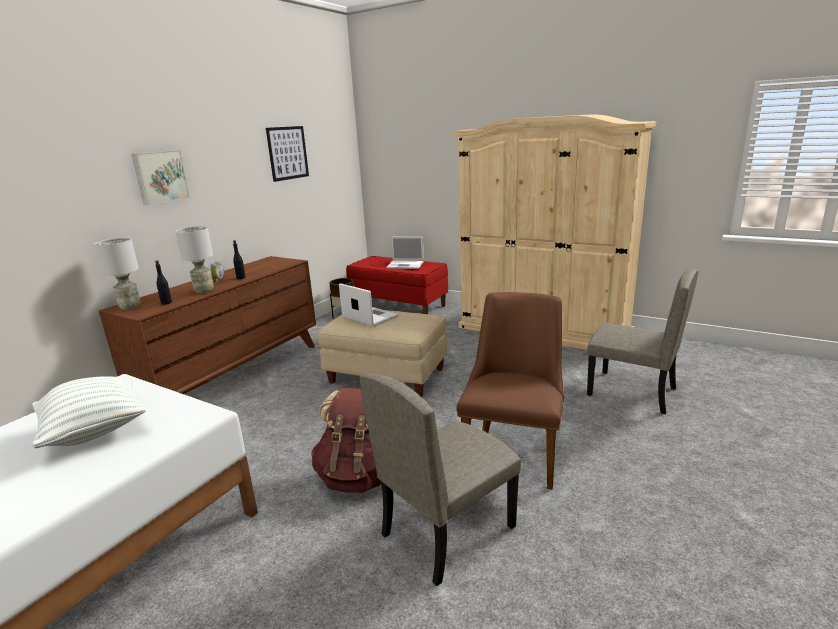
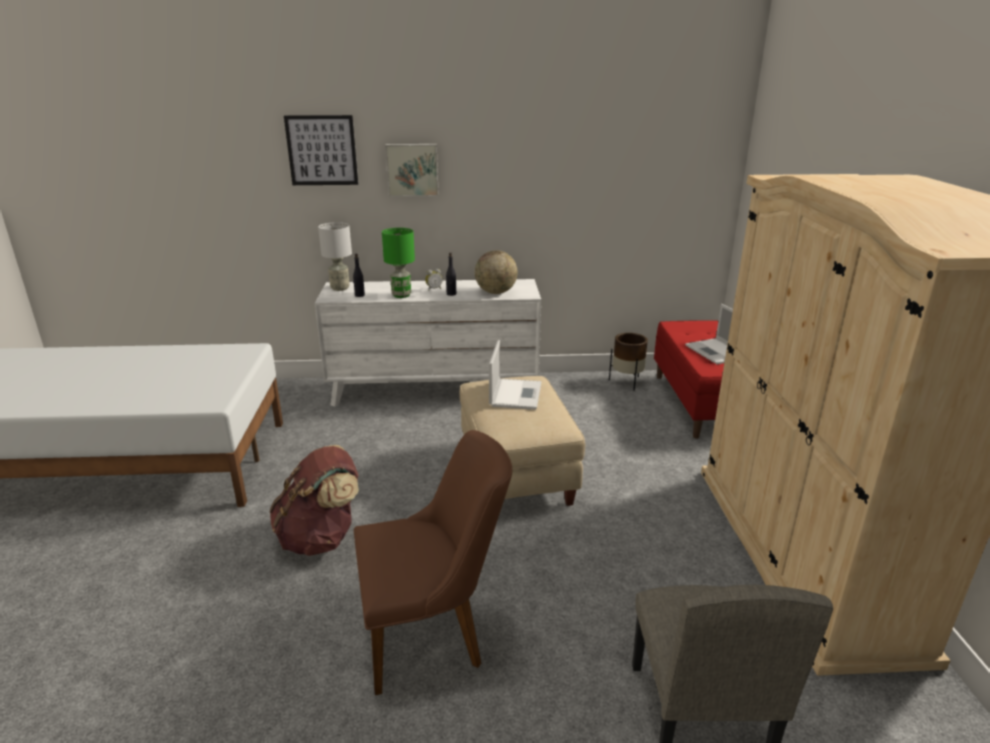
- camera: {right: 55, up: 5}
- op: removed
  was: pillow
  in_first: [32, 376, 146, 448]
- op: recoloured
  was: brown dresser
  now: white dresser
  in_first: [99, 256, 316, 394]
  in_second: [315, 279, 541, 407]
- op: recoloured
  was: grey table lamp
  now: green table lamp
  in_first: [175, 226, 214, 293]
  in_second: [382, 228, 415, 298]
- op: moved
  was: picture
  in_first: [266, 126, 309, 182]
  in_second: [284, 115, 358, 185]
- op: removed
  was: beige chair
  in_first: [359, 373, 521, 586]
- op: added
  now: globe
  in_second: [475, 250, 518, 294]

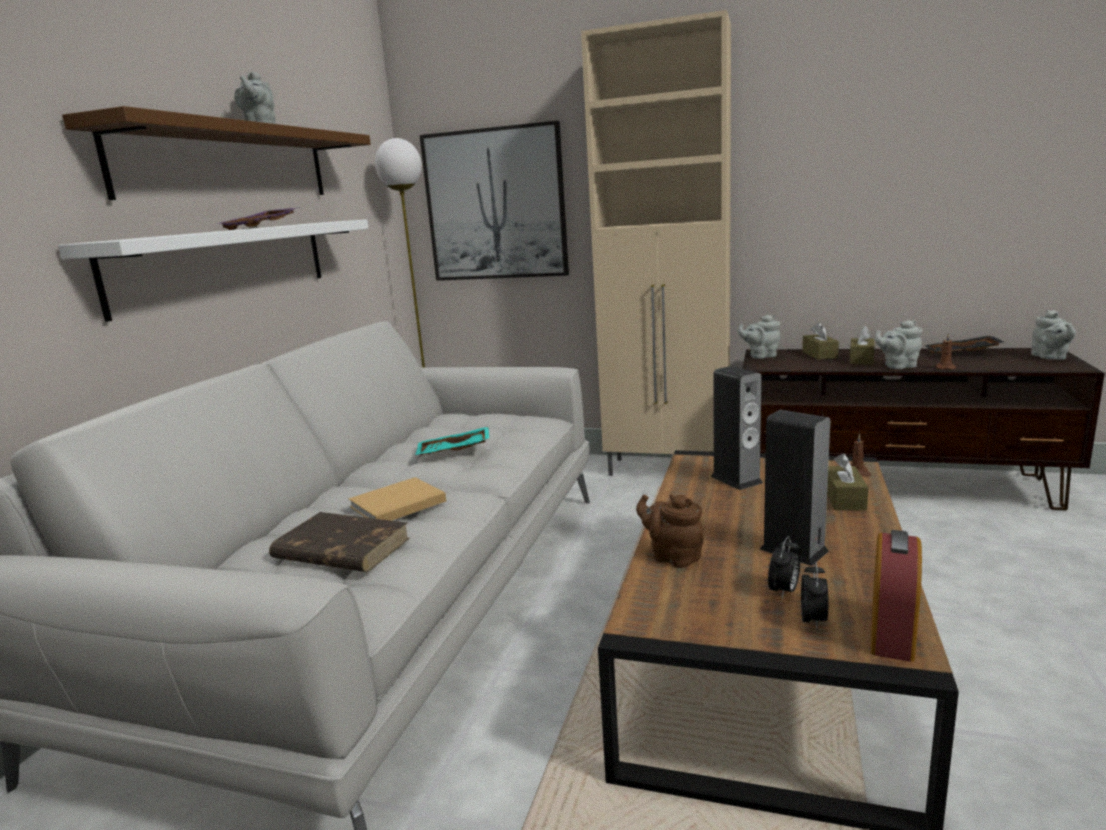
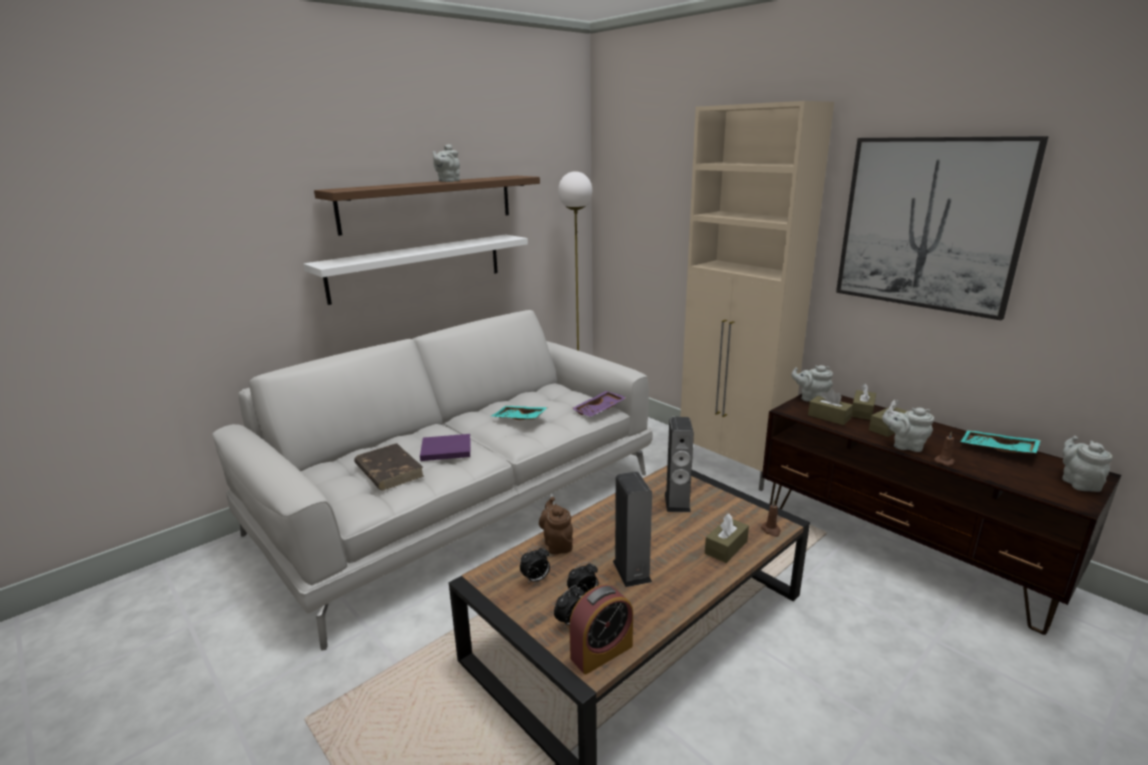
- camera: {right: 30, up: 5}
- op: moved
  was: purple tray
  in_first: [217, 207, 300, 230]
  in_second: [571, 391, 626, 417]
- op: recoloured
  was: beige book
  now: purple book
  in_first: [348, 477, 446, 521]
  in_second: [420, 434, 471, 461]
- op: moved
  was: picture
  in_first: [420, 121, 569, 281]
  in_second: [836, 136, 1049, 320]
- op: recoloured
  was: black tray
  now: turquoise tray
  in_first: [924, 335, 1004, 353]
  in_second: [960, 430, 1041, 454]
- op: turned
  was: grey teapot
  in_first: [1031, 310, 1076, 360]
  in_second: [1062, 436, 1112, 492]
  clockwise: 150
- op: added
  now: alarm clock
  in_second: [520, 546, 550, 583]
- op: added
  now: brown tissue box
  in_second: [808, 389, 853, 425]

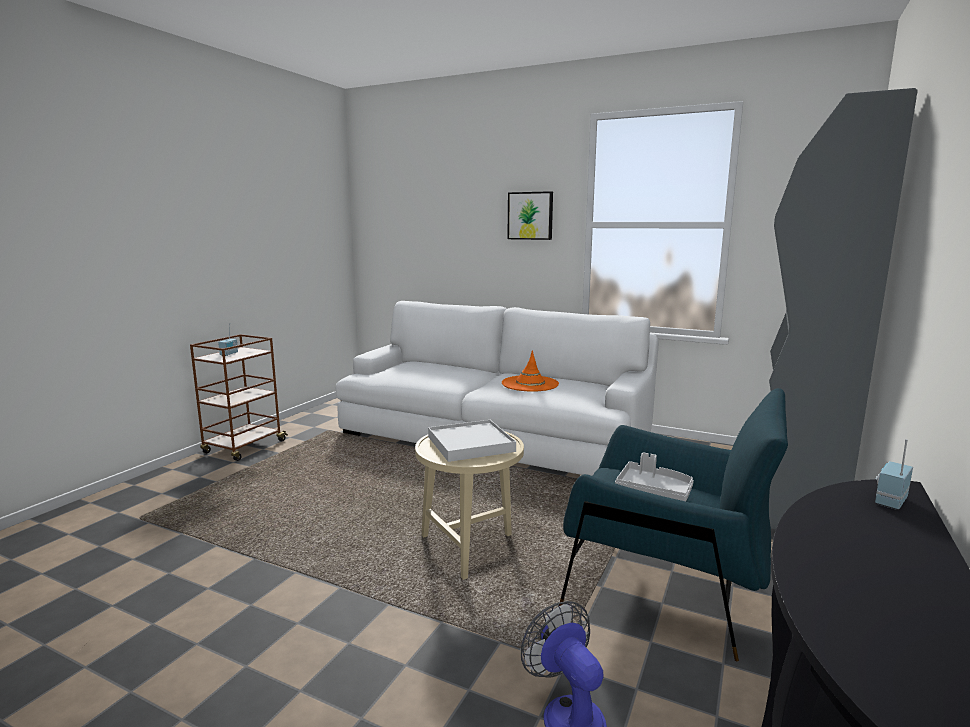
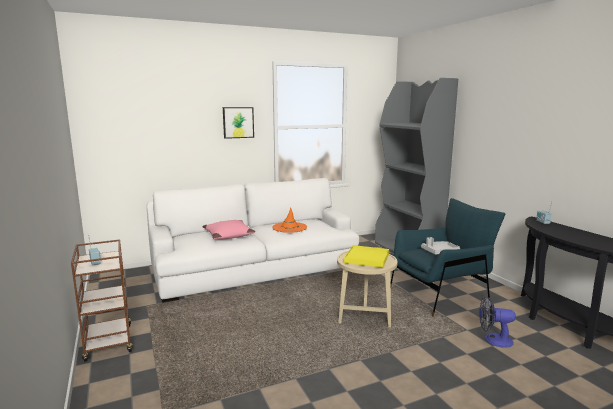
- camera: {right: -50, up: 0}
- op: recoloured
  was: white tray
  now: yellow tray
  in_first: [428, 420, 516, 462]
  in_second: [344, 245, 389, 268]
- op: added
  now: pink pillow
  in_second: [202, 220, 255, 239]

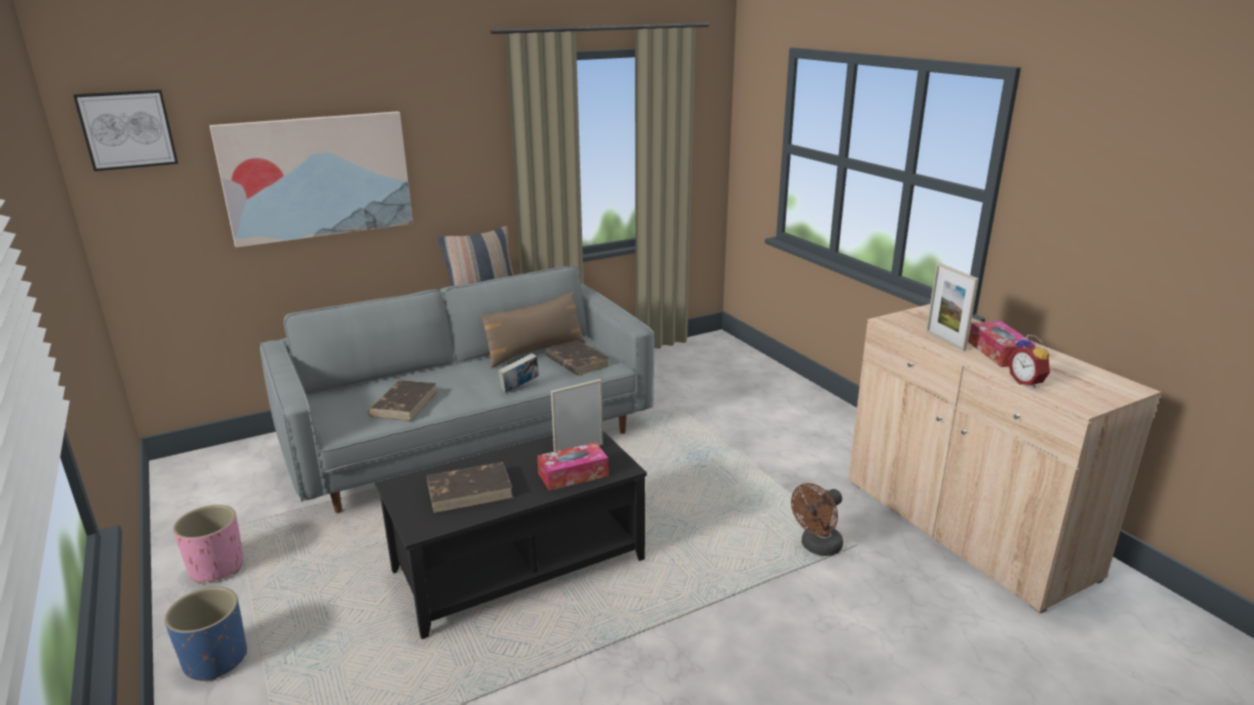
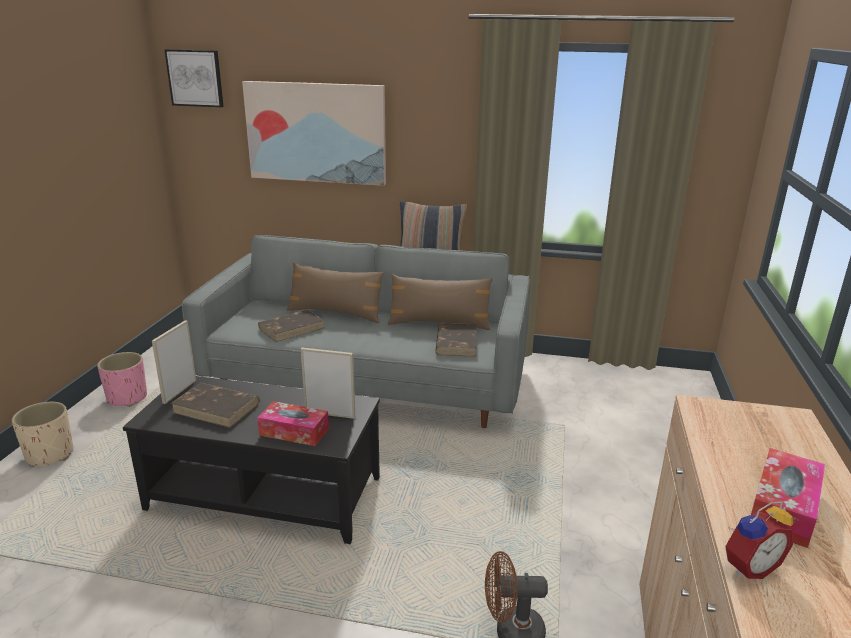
- camera: {right: 40, up: 0}
- op: recoloured
  was: blue planter
  now: beige planter
  in_first: [164, 587, 247, 681]
  in_second: [12, 402, 73, 467]
- op: removed
  was: book
  in_first: [498, 353, 539, 393]
- op: moved
  was: picture frame
  in_first: [926, 263, 979, 351]
  in_second: [152, 320, 196, 404]
- op: turned
  was: alarm clock
  in_first: [1008, 335, 1050, 388]
  in_second: [725, 501, 793, 579]
  clockwise: -135
- op: added
  now: brown pillow
  in_second: [287, 262, 384, 323]

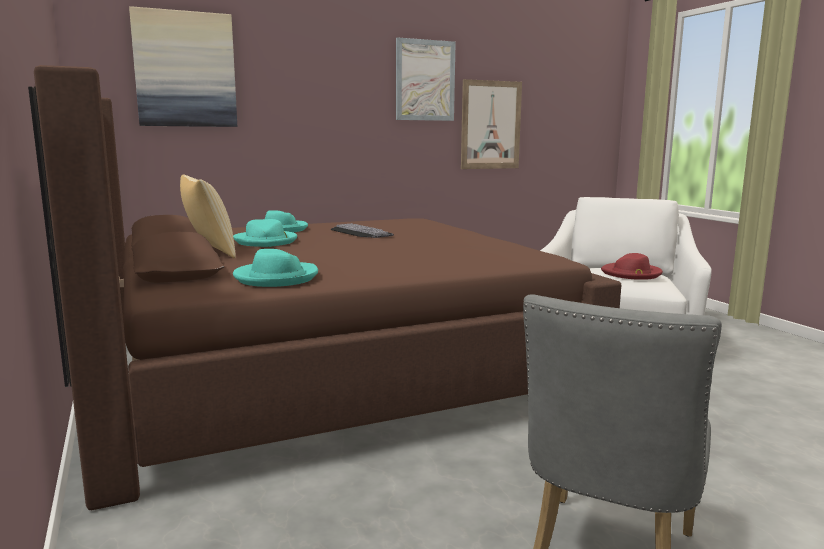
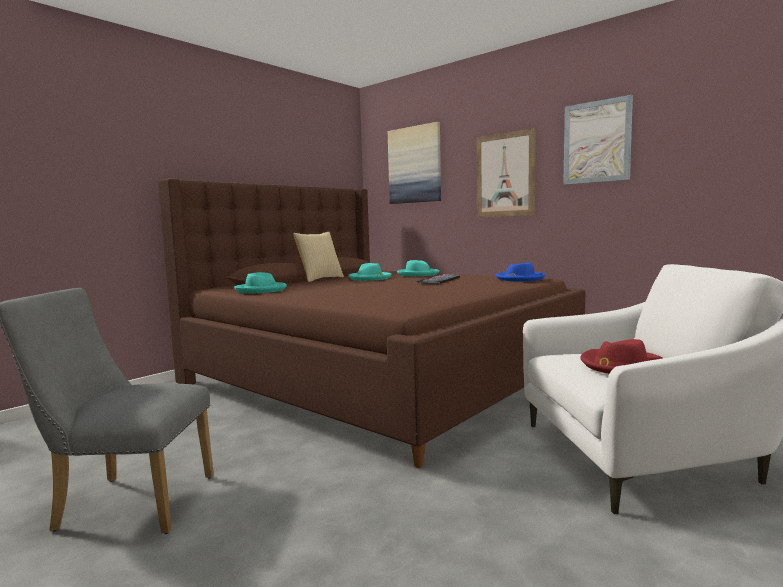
- camera: {right: 65, up: -5}
- op: moved
  was: picture
  in_first: [461, 79, 522, 169]
  in_second: [476, 128, 535, 218]
- op: added
  now: blue hat
  in_second: [496, 262, 545, 281]

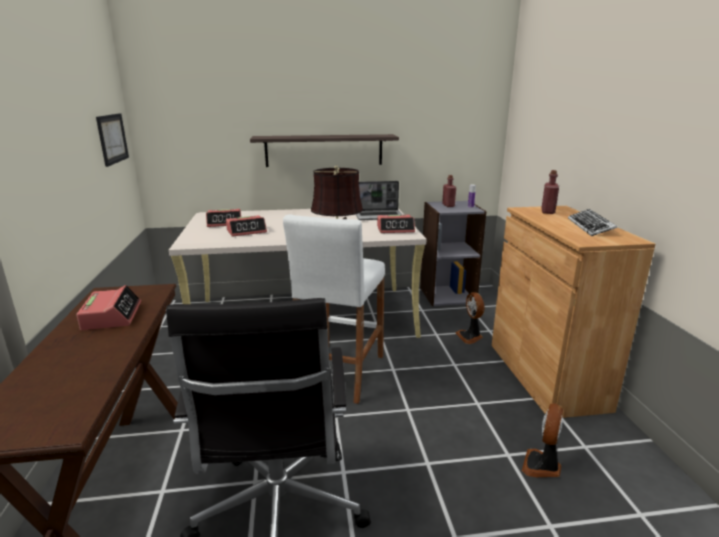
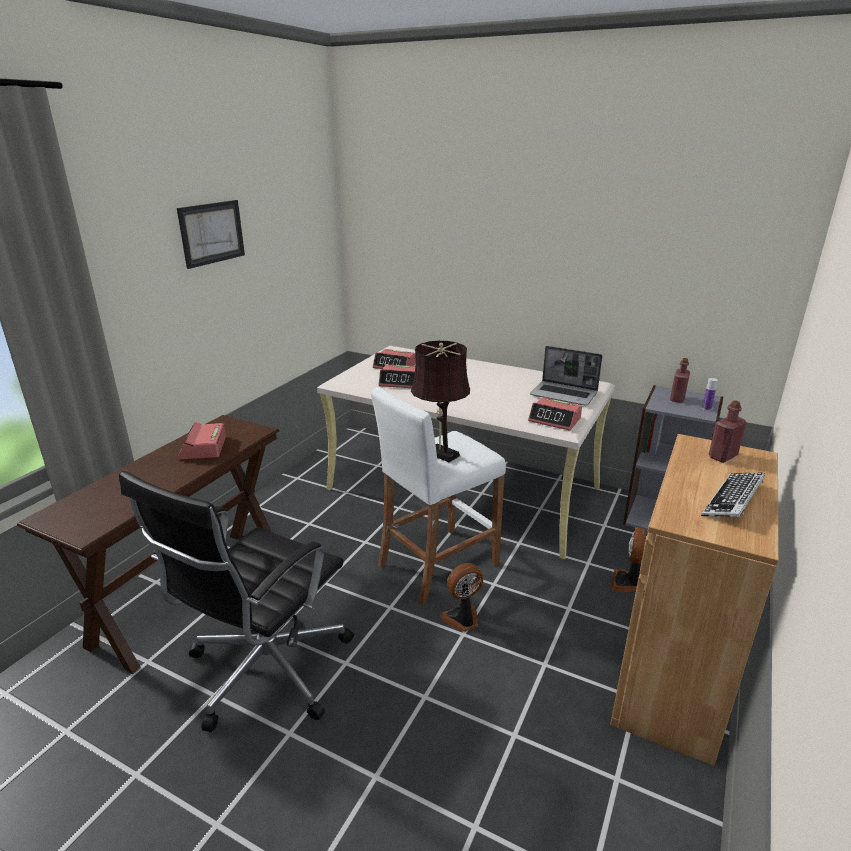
- camera: {right: 35, up: 5}
- op: turned
  was: alarm clock
  in_first: [76, 285, 141, 330]
  in_second: [177, 422, 226, 460]
  clockwise: 150
- op: moved
  was: picture
  in_first: [96, 113, 129, 167]
  in_second: [177, 200, 245, 269]
- op: removed
  was: shelf
  in_first: [250, 134, 399, 167]
- op: moved
  was: fan
  in_first: [522, 403, 563, 477]
  in_second: [440, 563, 483, 632]

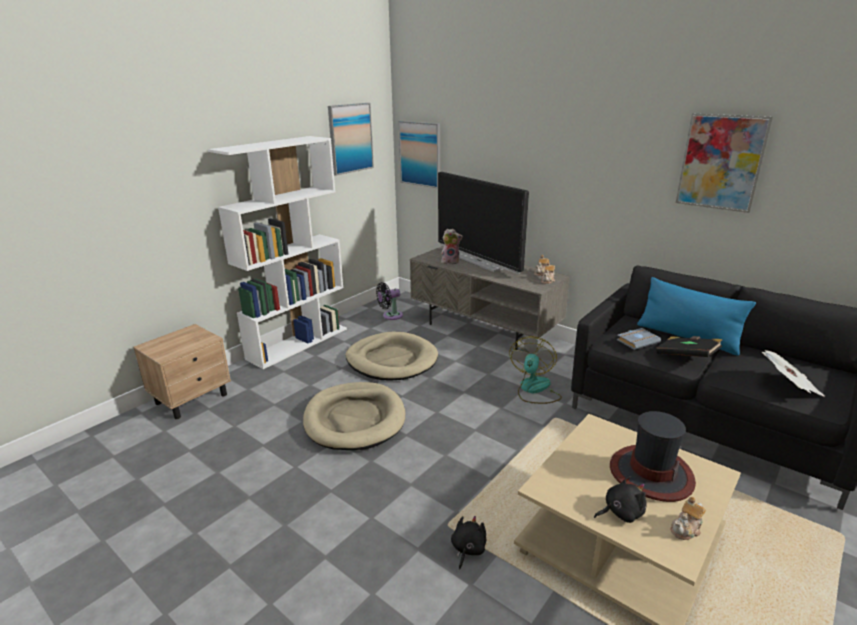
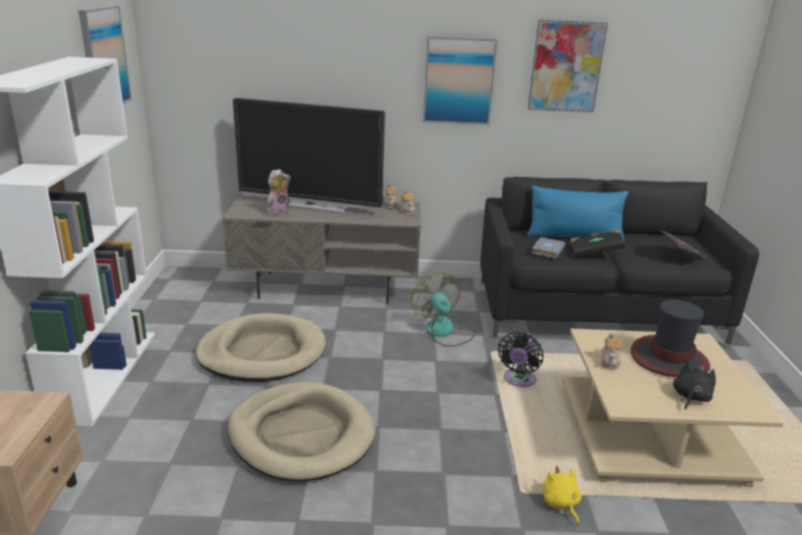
- camera: {right: -40, up: 0}
- op: moved
  was: black fan
  in_first: [376, 282, 403, 320]
  in_second: [498, 332, 544, 387]
- op: moved
  was: picture
  in_first: [399, 121, 440, 189]
  in_second: [423, 36, 497, 125]
- op: recoloured
  was: black plush toy
  now: yellow plush toy
  in_first: [451, 516, 486, 570]
  in_second: [542, 466, 582, 524]
- op: moved
  was: teapot
  in_first: [671, 497, 706, 540]
  in_second: [601, 333, 622, 370]

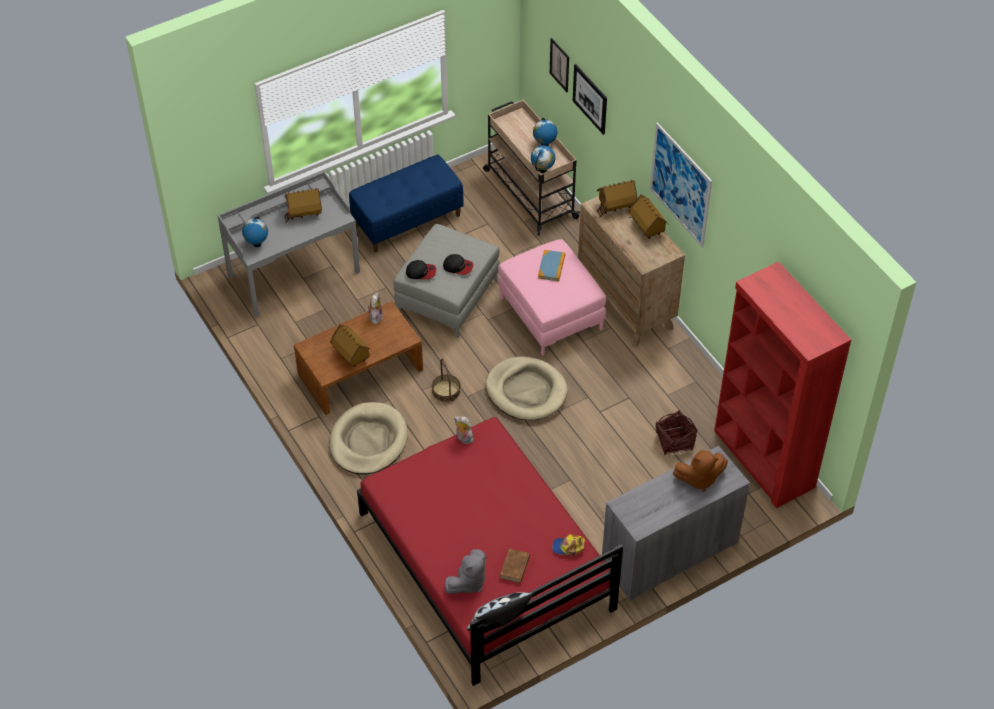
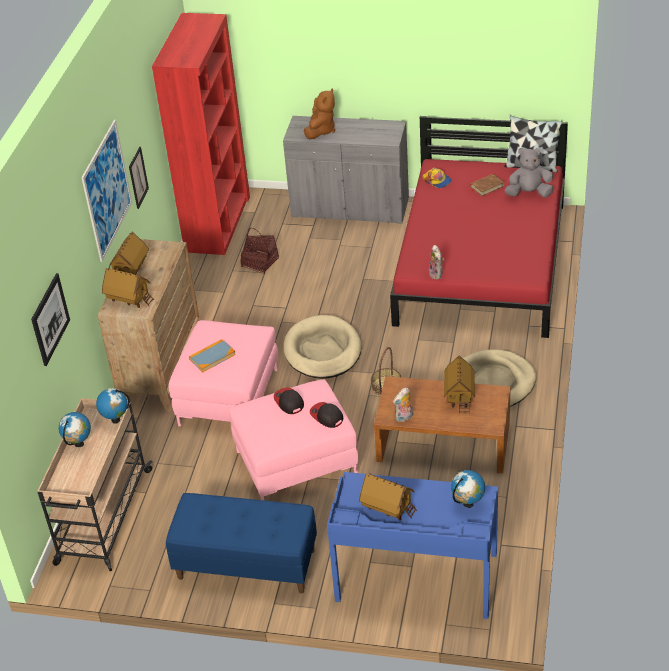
- camera: {right: -135, up: -10}
- op: recoloured
  was: grey desk
  now: blue desk
  in_first: [217, 171, 360, 318]
  in_second: [327, 472, 498, 619]
- op: recoloured
  was: grey ottoman
  now: pink ottoman
  in_first: [393, 224, 500, 338]
  in_second: [229, 380, 358, 501]
- op: moved
  was: picture
  in_first: [549, 38, 569, 92]
  in_second: [129, 147, 149, 209]
- op: turned
  was: brown plush toy
  in_first: [673, 450, 728, 492]
  in_second: [304, 88, 335, 139]
  clockwise: 75

